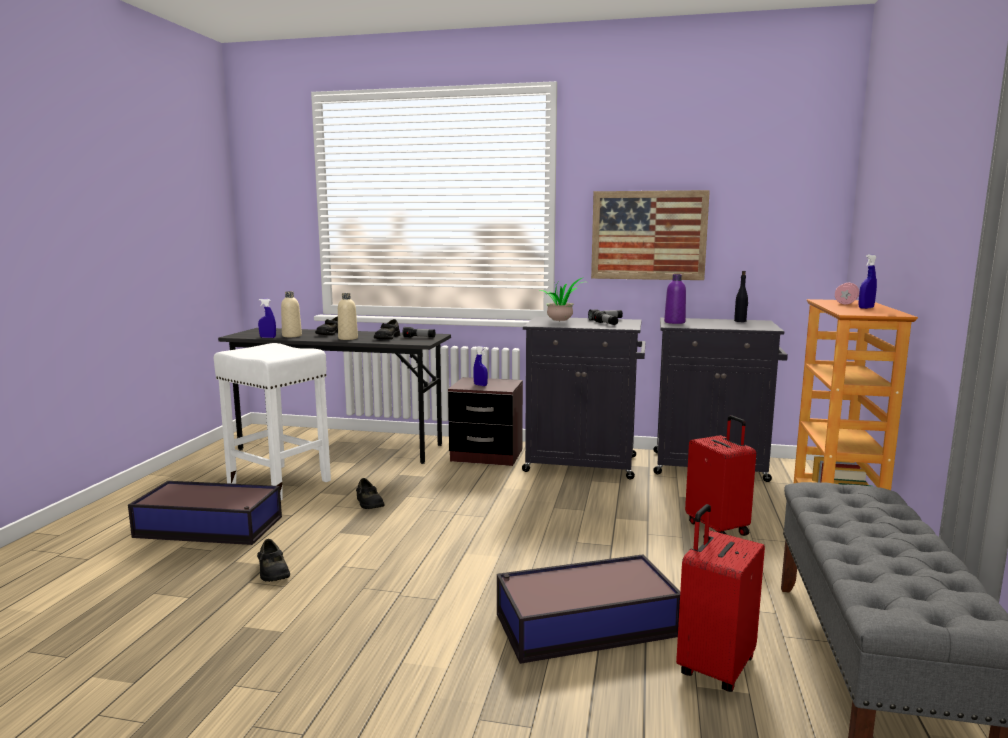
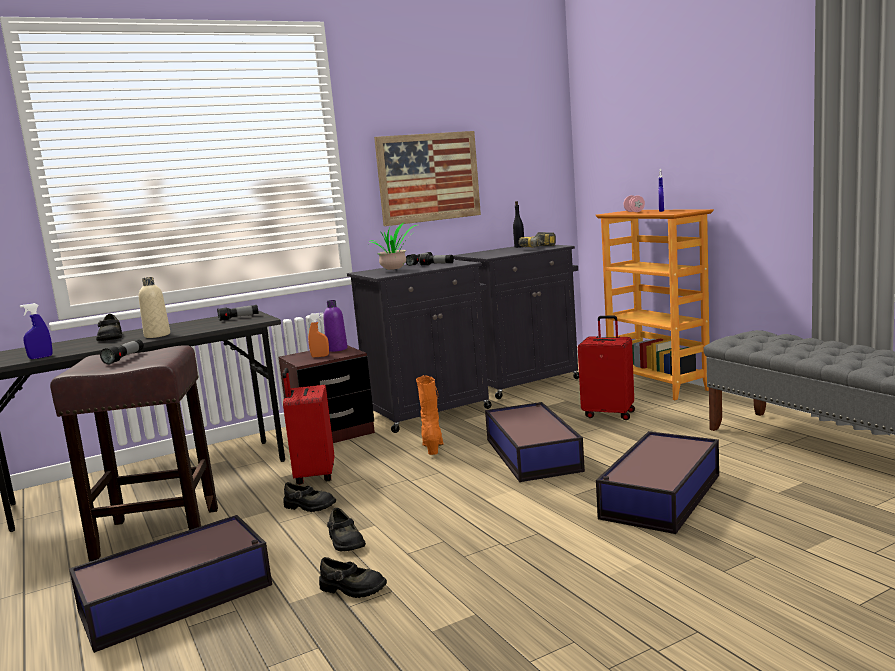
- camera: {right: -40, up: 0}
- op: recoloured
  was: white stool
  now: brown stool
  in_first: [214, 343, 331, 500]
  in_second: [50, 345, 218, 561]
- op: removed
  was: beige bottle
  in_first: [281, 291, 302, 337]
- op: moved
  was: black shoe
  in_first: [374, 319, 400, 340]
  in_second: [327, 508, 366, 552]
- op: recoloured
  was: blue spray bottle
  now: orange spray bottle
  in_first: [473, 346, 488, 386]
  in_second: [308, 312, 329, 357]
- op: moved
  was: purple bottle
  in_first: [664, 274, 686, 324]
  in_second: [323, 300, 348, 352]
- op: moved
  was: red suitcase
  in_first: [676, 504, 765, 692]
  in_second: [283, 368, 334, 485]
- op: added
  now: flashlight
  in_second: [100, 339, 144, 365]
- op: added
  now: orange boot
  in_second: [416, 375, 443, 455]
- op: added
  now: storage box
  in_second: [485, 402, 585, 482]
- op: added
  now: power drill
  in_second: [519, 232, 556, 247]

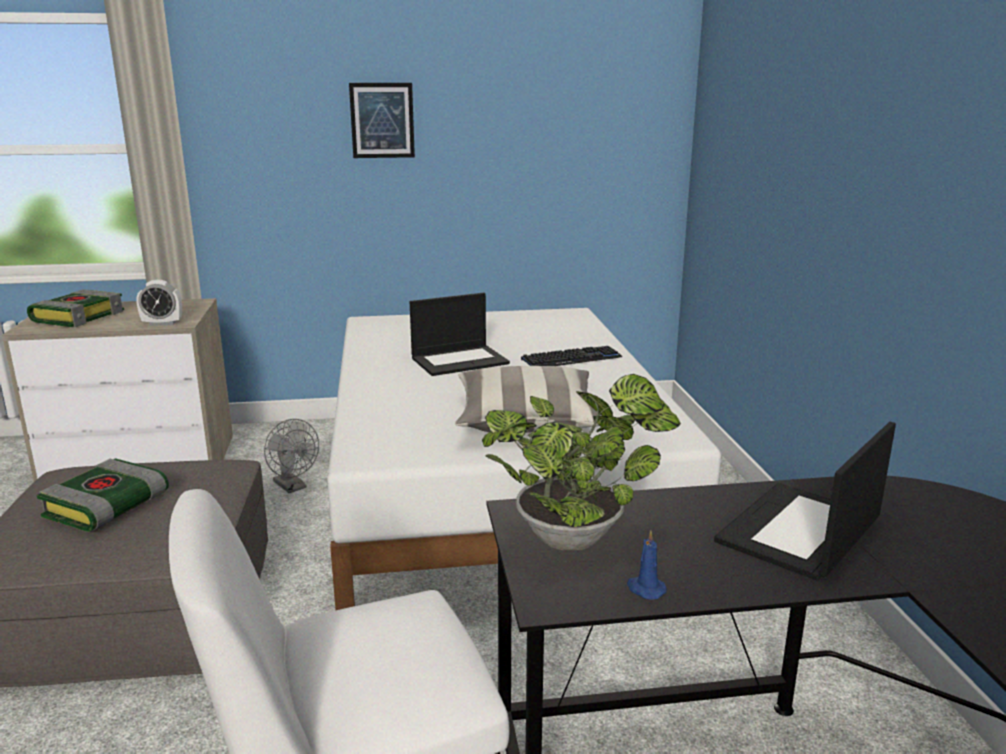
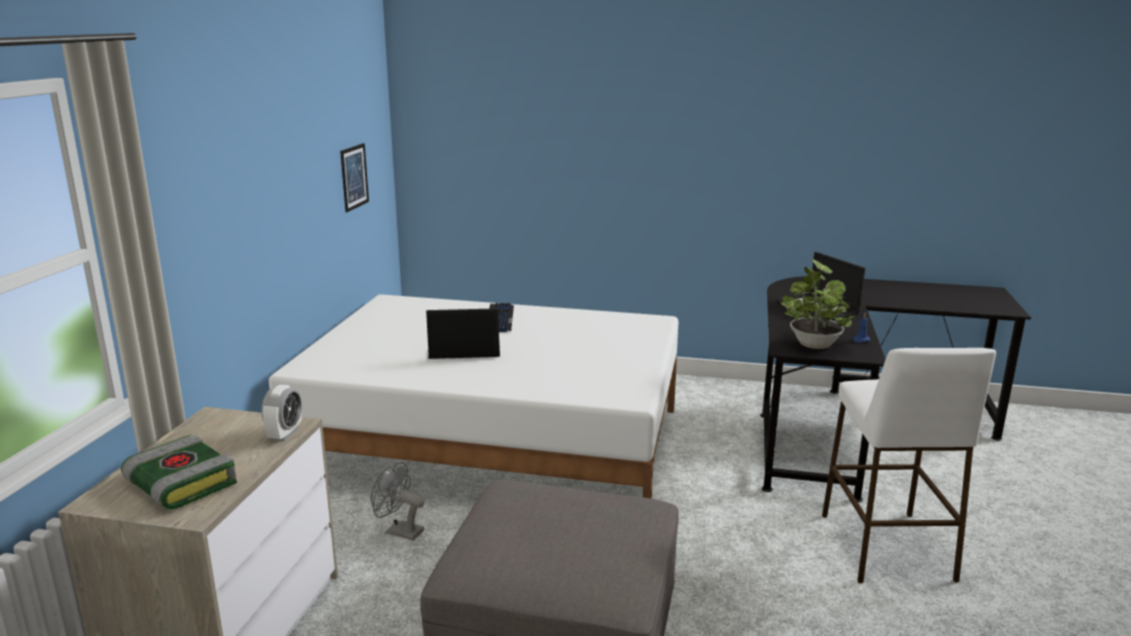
- camera: {right: -70, up: 0}
- op: removed
  was: book
  in_first: [37, 458, 169, 532]
- op: turned
  was: grey fan
  in_first: [264, 419, 319, 493]
  in_second: [371, 462, 425, 541]
  clockwise: -135
- op: moved
  was: picture
  in_first: [349, 83, 415, 158]
  in_second: [340, 143, 369, 213]
- op: turned
  was: laptop
  in_first: [410, 293, 510, 376]
  in_second: [426, 308, 500, 359]
  clockwise: -90
- op: removed
  was: pillow
  in_first: [455, 366, 601, 433]

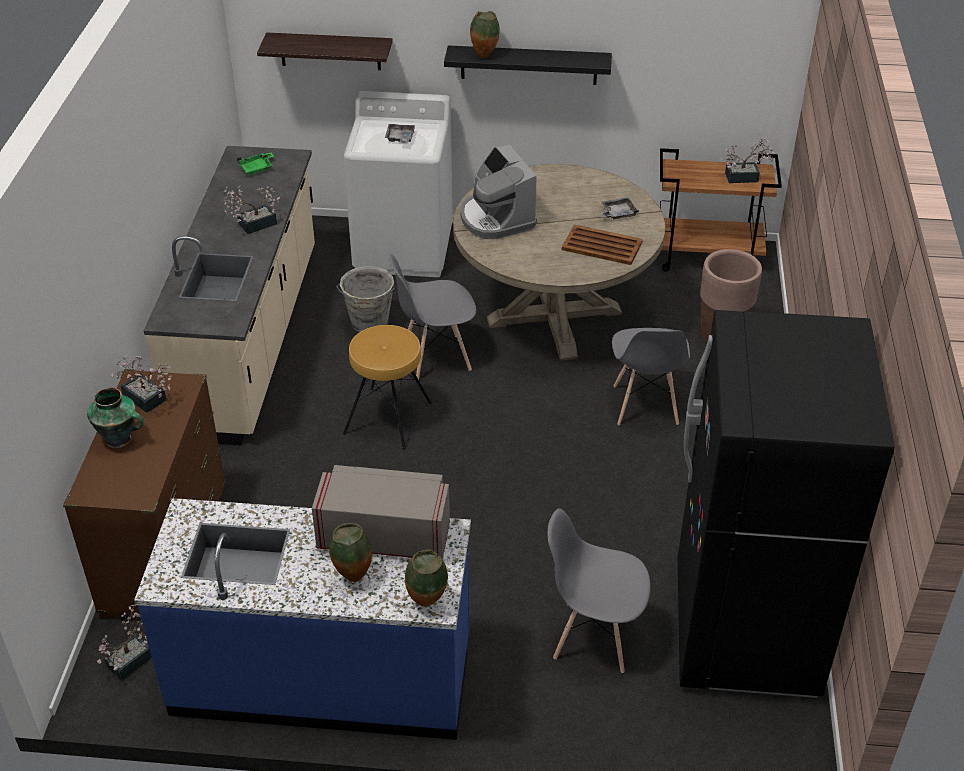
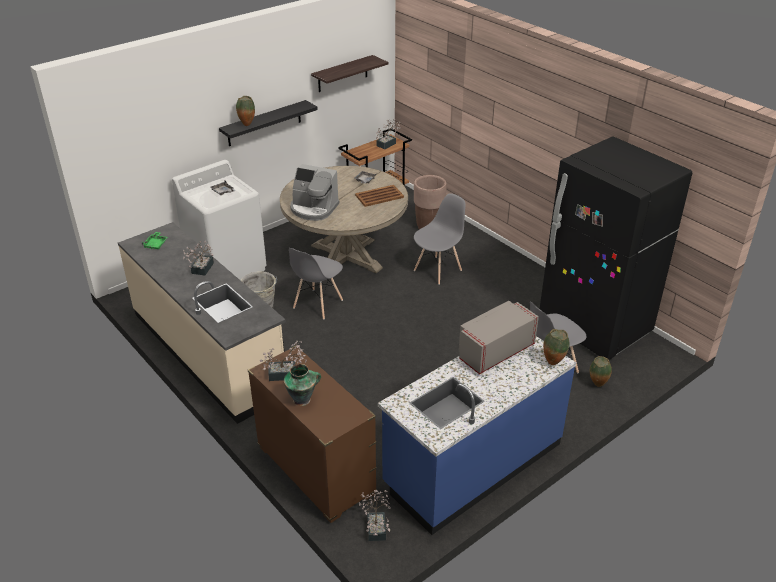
- camera: {right: -45, up: -5}
- op: moved
  was: shelf
  in_first: [257, 32, 393, 70]
  in_second: [311, 55, 389, 92]
- op: moved
  was: vase
  in_first: [329, 523, 372, 582]
  in_second: [590, 356, 612, 387]
- op: removed
  was: brown stool
  in_first: [343, 325, 432, 450]
- op: turned
  was: grey chair
  in_first: [612, 328, 690, 425]
  in_second: [414, 193, 466, 285]
  clockwise: -90

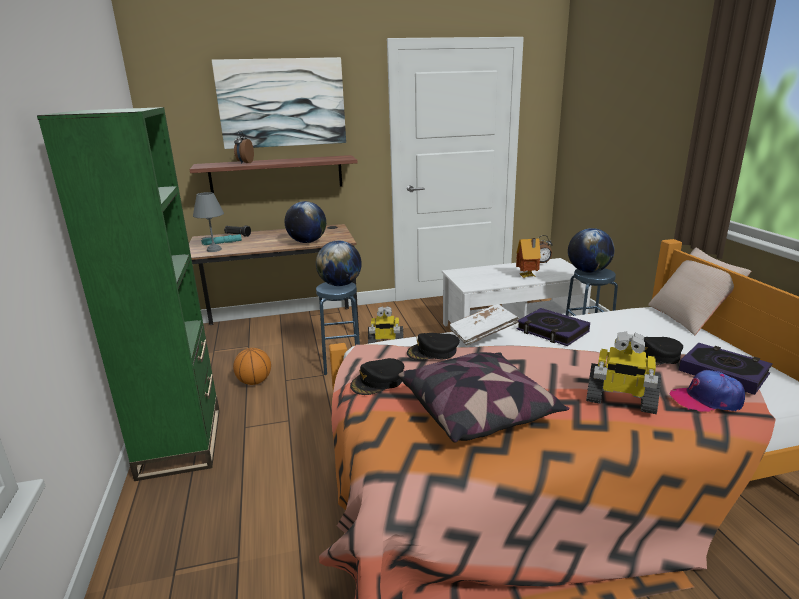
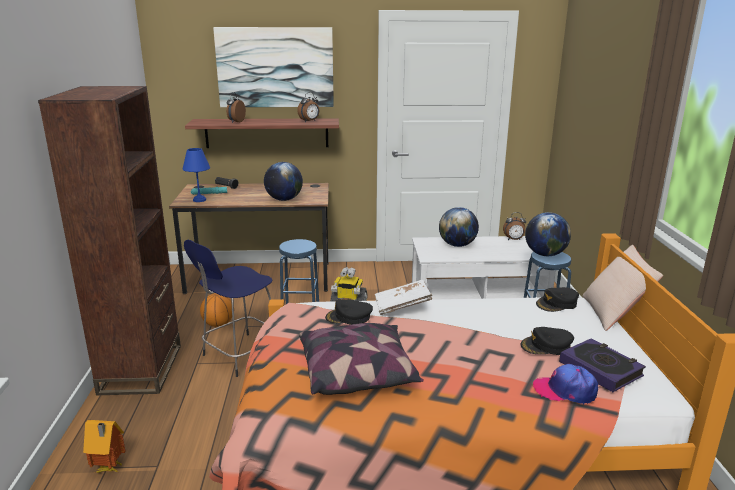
- camera: {right: 10, up: 0}
- op: recoloured
  was: green bookcase
  now: brown bookcase
  in_first: [37, 107, 220, 481]
  in_second: [38, 86, 181, 395]
- op: recoloured
  was: grey table lamp
  now: blue table lamp
  in_first: [193, 192, 224, 252]
  in_second: [183, 148, 210, 202]
- op: moved
  was: globe
  in_first: [316, 241, 362, 286]
  in_second: [439, 207, 479, 247]
- op: moved
  was: black cap
  in_first: [350, 358, 404, 395]
  in_second: [536, 287, 579, 312]
- op: moved
  was: toy house
  in_first: [516, 238, 541, 278]
  in_second: [83, 420, 125, 473]
- op: removed
  was: book
  in_first: [517, 308, 590, 346]
- op: removed
  was: toy robot
  in_first: [586, 332, 661, 414]
- op: added
  now: blue stool
  in_second: [184, 240, 273, 377]
- op: added
  now: alarm clock
  in_second: [297, 92, 319, 122]

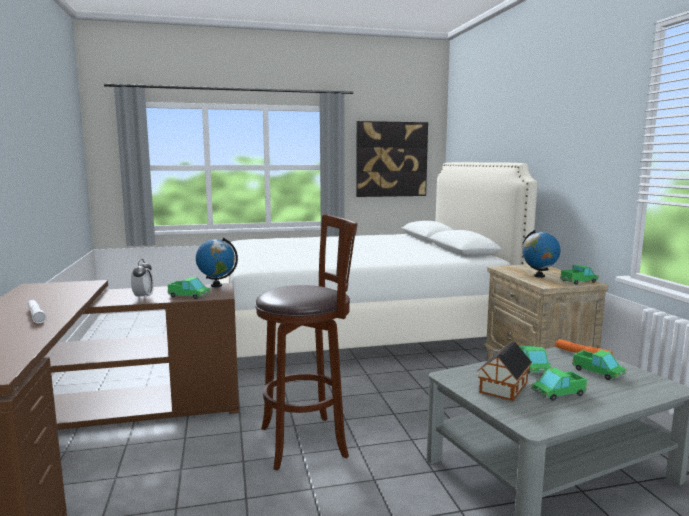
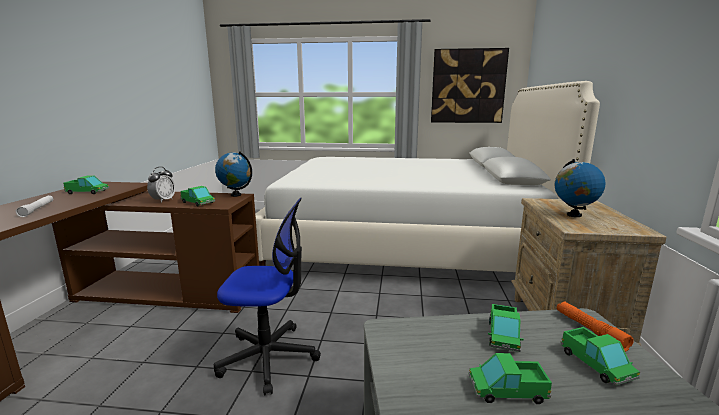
- camera: {right: 20, up: 5}
- op: replaced
  was: brown stool
  now: office chair
  in_first: [255, 214, 358, 470]
  in_second: [214, 198, 321, 396]
- op: removed
  was: toy house
  in_first: [477, 342, 532, 401]
- op: moved
  was: toy truck
  in_first: [560, 264, 599, 285]
  in_second: [63, 175, 109, 194]

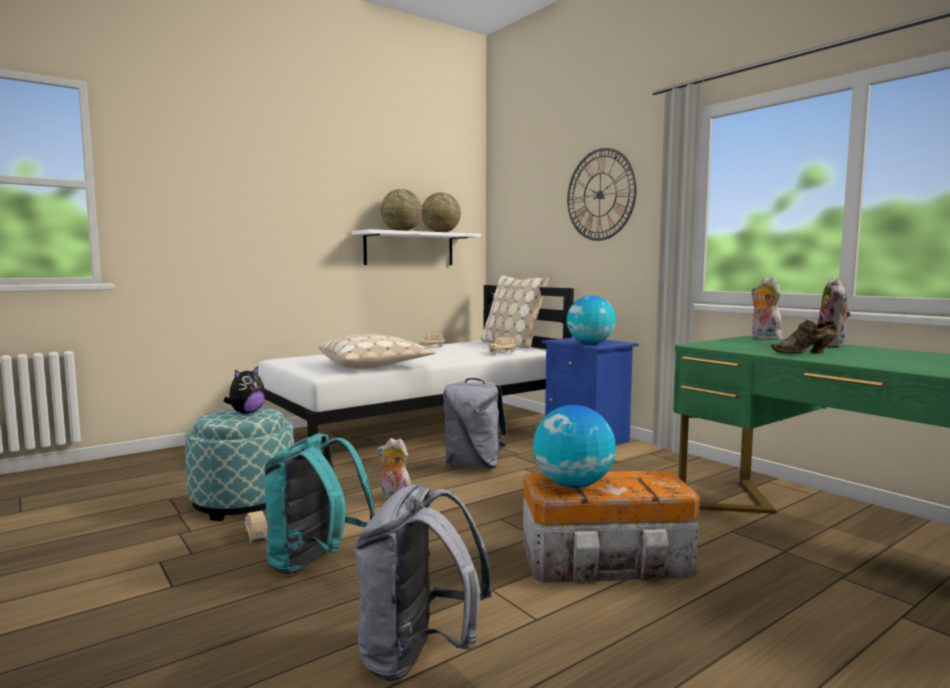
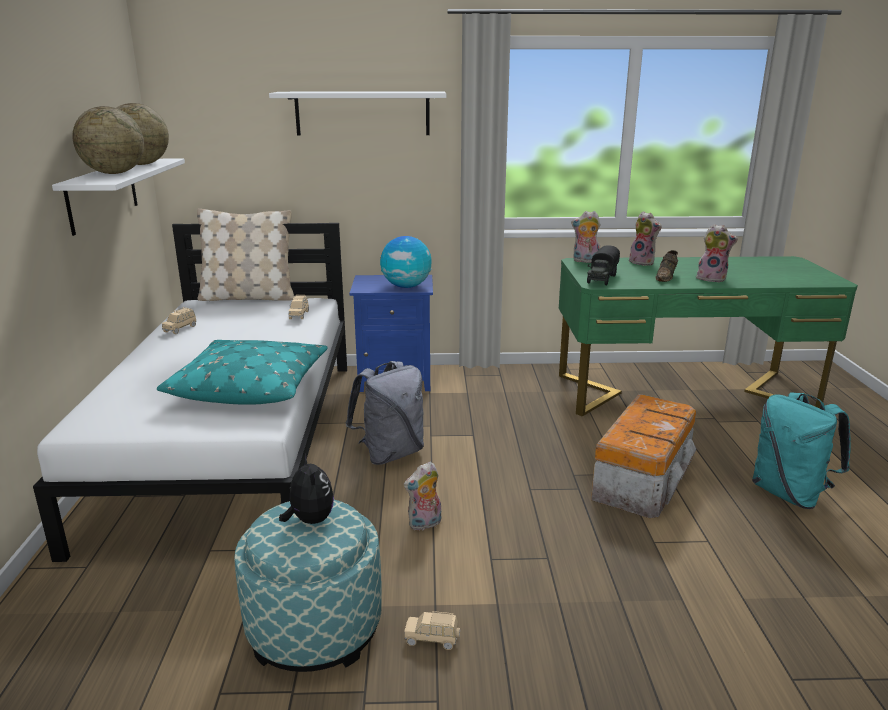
- camera: {right: -55, up: 15}
- op: moved
  was: turquoise backpack
  in_first: [264, 433, 375, 574]
  in_second: [752, 392, 851, 509]
- op: recoloured
  was: beige pillow
  now: turquoise pillow
  in_first: [319, 334, 436, 369]
  in_second: [157, 340, 328, 405]
- op: removed
  was: grey backpack
  in_first: [353, 484, 493, 681]
- op: removed
  was: globe
  in_first: [533, 405, 616, 488]
- op: replaced
  was: wall clock
  now: white shelf
  in_first: [567, 148, 637, 241]
  in_second: [269, 91, 446, 136]
- op: added
  now: toy truck
  in_second: [587, 245, 620, 285]
- op: added
  now: plush toy
  in_second: [696, 224, 738, 282]

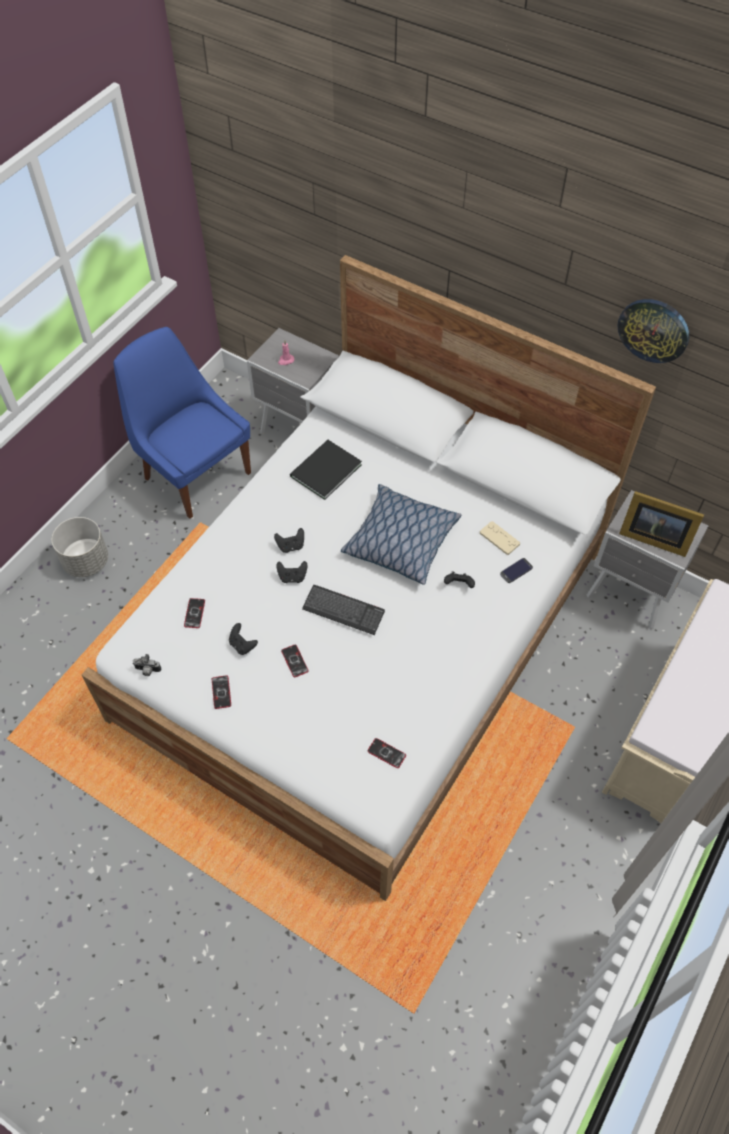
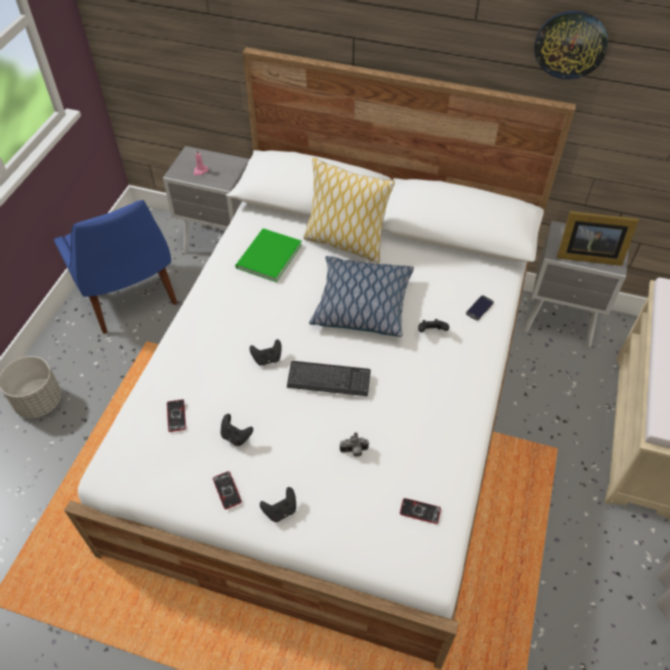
- camera: {right: -15, up: -5}
- op: turned
  was: blue chair
  in_first: [113, 327, 251, 519]
  in_second: [54, 200, 177, 334]
  clockwise: -150
- op: moved
  was: photo camera
  in_first: [133, 654, 161, 676]
  in_second: [340, 432, 369, 457]
- op: moved
  was: black game controller
  in_first: [274, 528, 304, 553]
  in_second: [260, 487, 296, 522]
- op: removed
  was: phone
  in_first: [281, 645, 309, 677]
- op: recoloured
  was: black book
  now: green book
  in_first: [290, 440, 362, 500]
  in_second: [235, 228, 302, 282]
- op: removed
  was: beige game controller
  in_first: [480, 521, 520, 555]
- op: added
  now: pillow
  in_second: [303, 158, 395, 264]

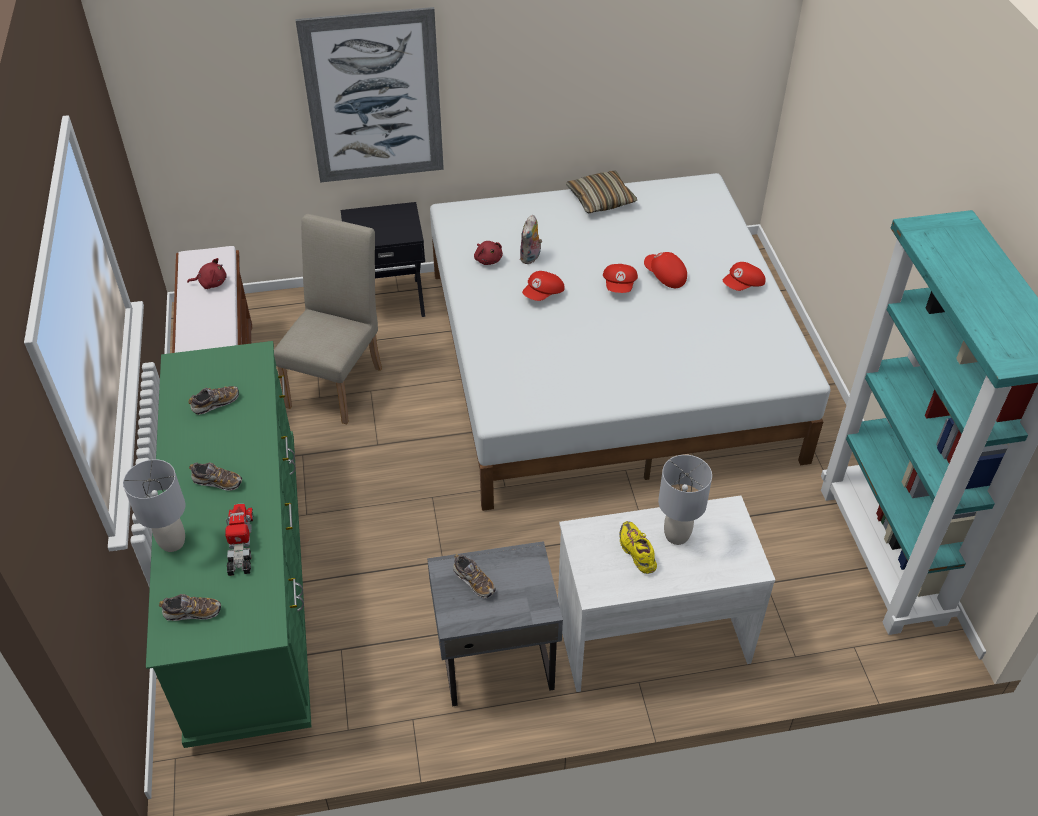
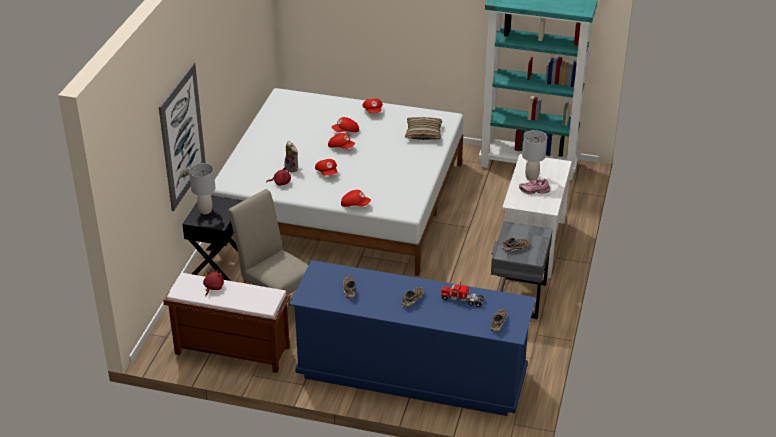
- camera: {right: -65, up: -10}
- op: moved
  was: grey table lamp
  in_first: [123, 459, 185, 552]
  in_second: [189, 163, 215, 214]
- op: recoloured
  was: green dresser
  now: blue dresser
  in_first: [146, 341, 312, 748]
  in_second: [289, 260, 536, 416]
- op: moved
  was: pillow
  in_first: [566, 171, 637, 214]
  in_second: [405, 117, 442, 140]
- op: recoloured
  was: yellow shoe
  now: pink shoe
  in_first: [619, 521, 657, 574]
  in_second: [519, 179, 550, 194]
- op: added
  now: red cap
  in_second: [341, 190, 371, 207]

